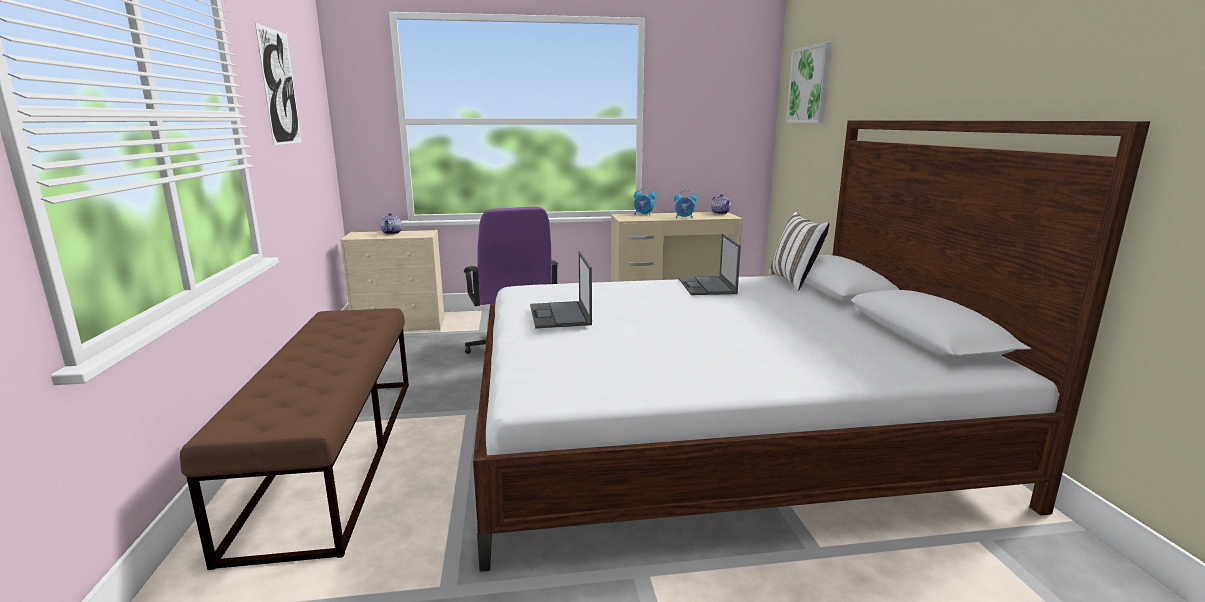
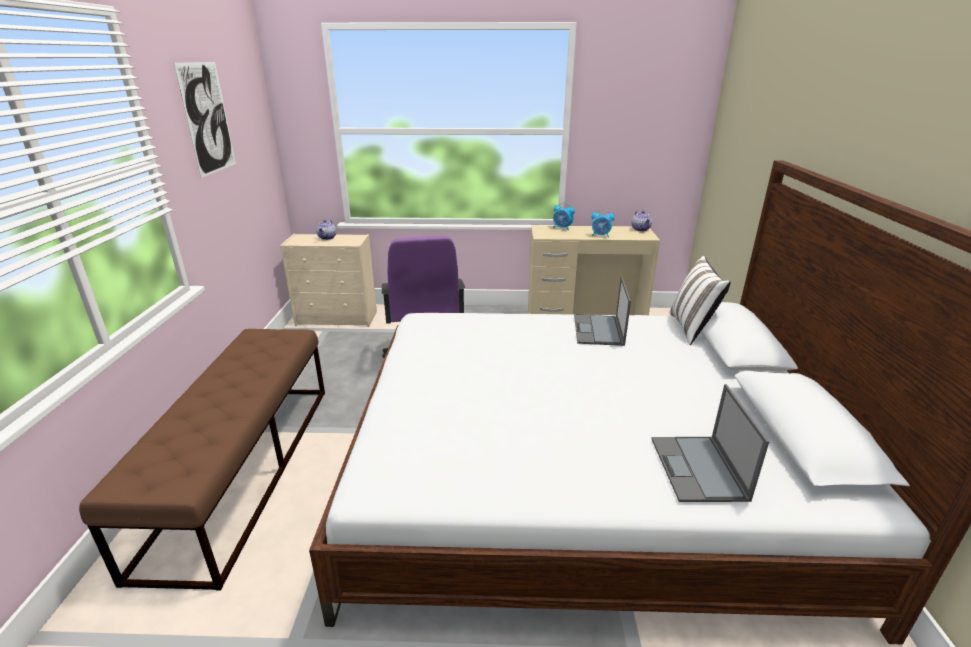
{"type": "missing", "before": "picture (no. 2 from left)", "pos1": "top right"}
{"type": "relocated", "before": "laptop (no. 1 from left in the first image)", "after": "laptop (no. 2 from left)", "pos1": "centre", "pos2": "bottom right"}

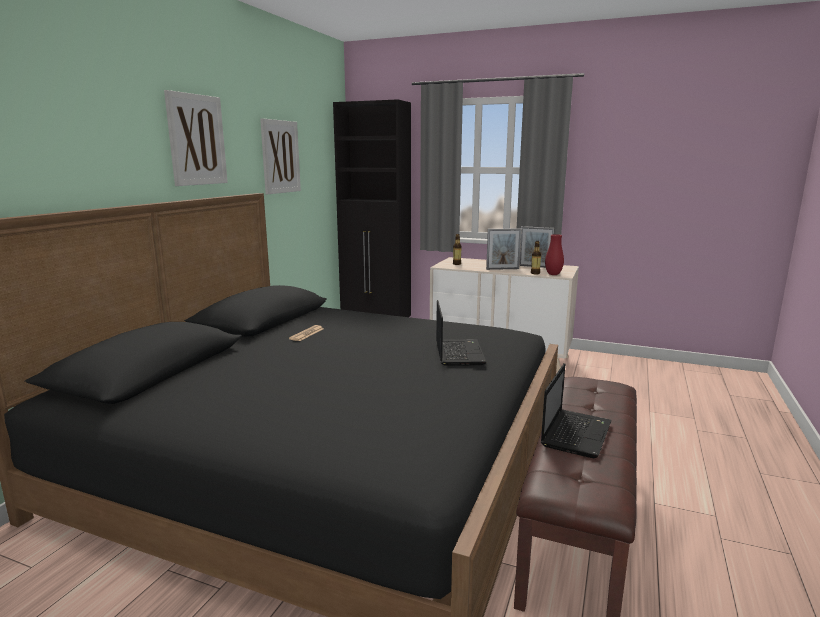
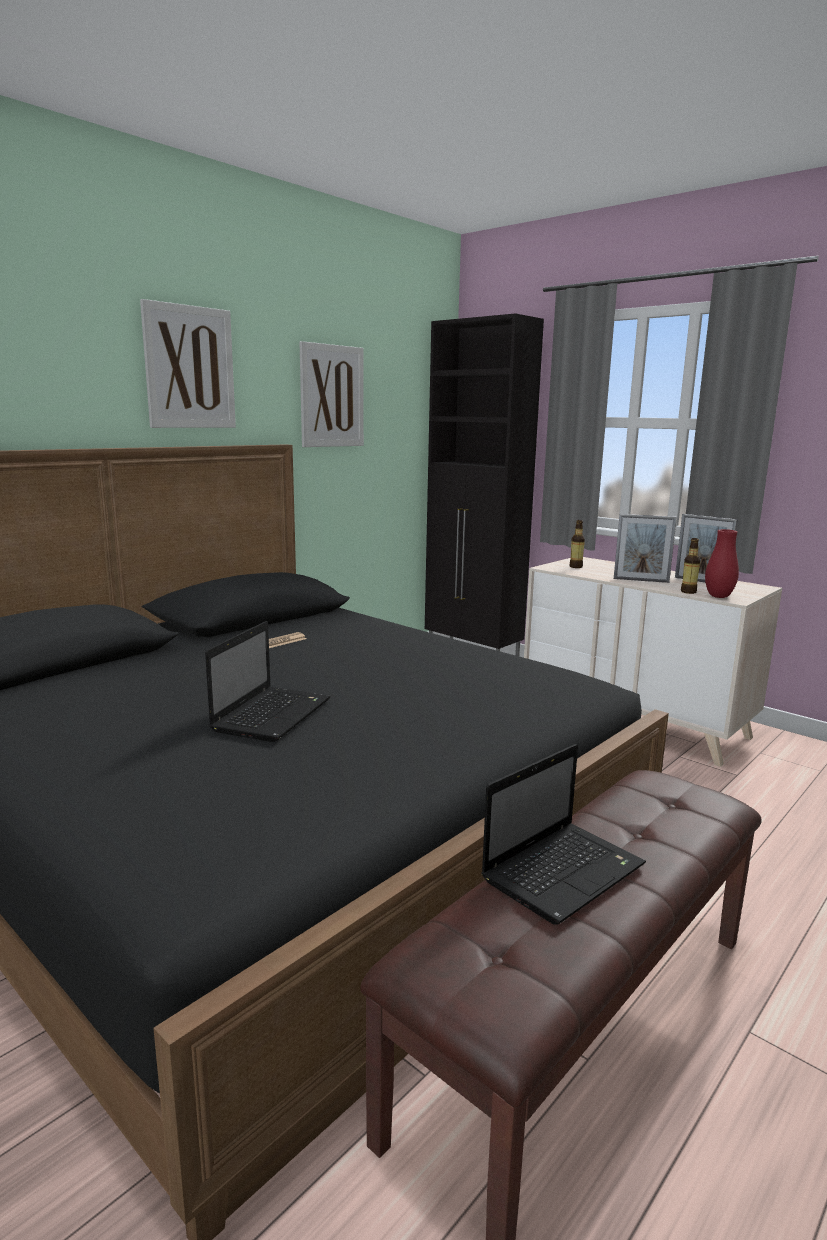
{"type": "relocated", "before": "laptop (no. 1 from left)", "pos1": "centre", "pos2": "middle left"}

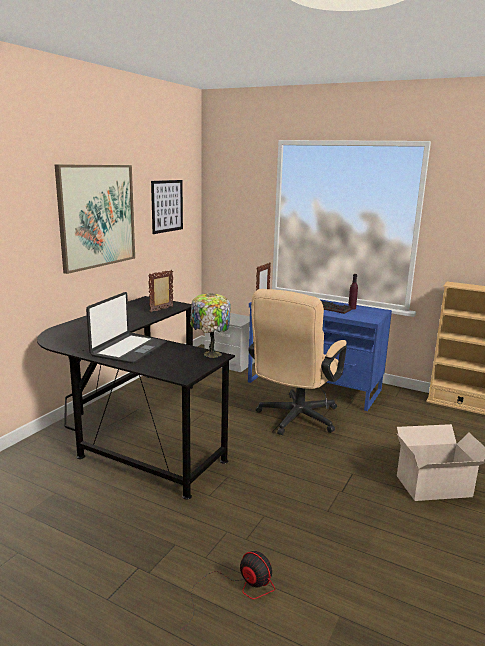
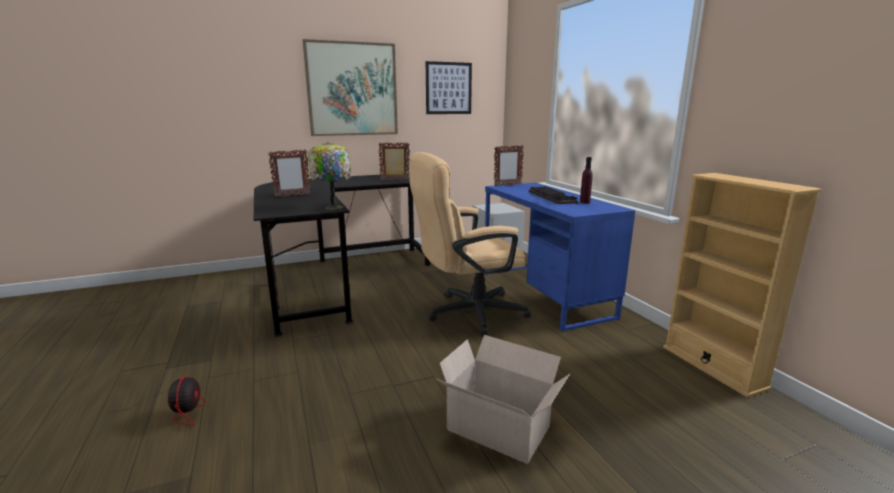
{"type": "exchanged", "before": "laptop", "after": "picture frame (no. 1 from left)", "pos1": "middle left", "pos2": "middle left"}

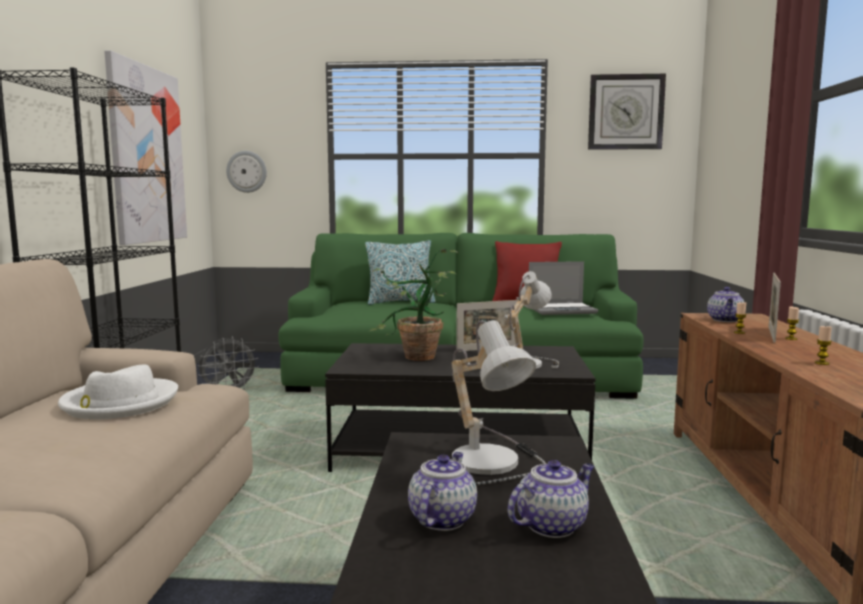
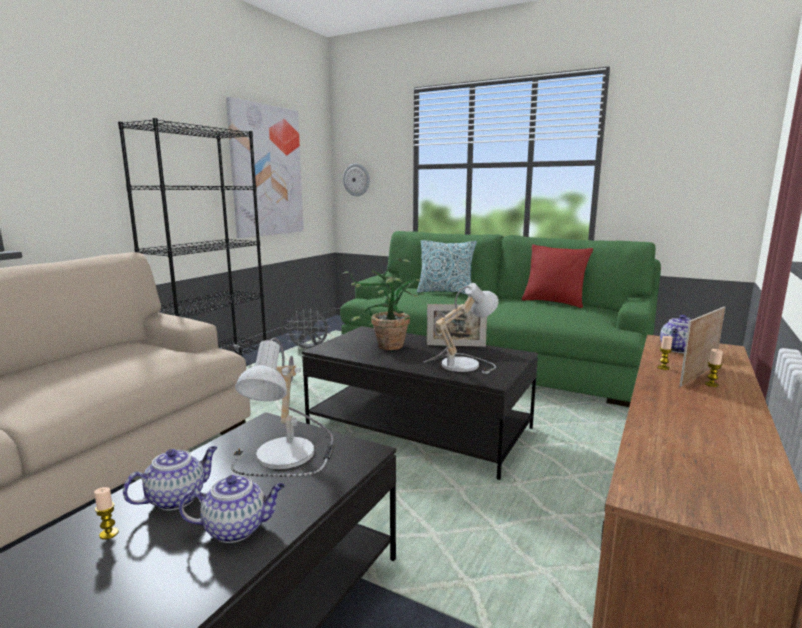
{"type": "missing", "before": "hat/white", "pos1": "middle left"}
{"type": "missing", "before": "laptop", "pos1": "centre"}
{"type": "missing", "before": "wall clock (no. 2 from left)", "pos1": "top right"}
{"type": "relocated", "before": "candle (no. 3 from left in the first image)", "after": "candle (no. 1 from left)", "pos1": "middle right", "pos2": "bottom left"}

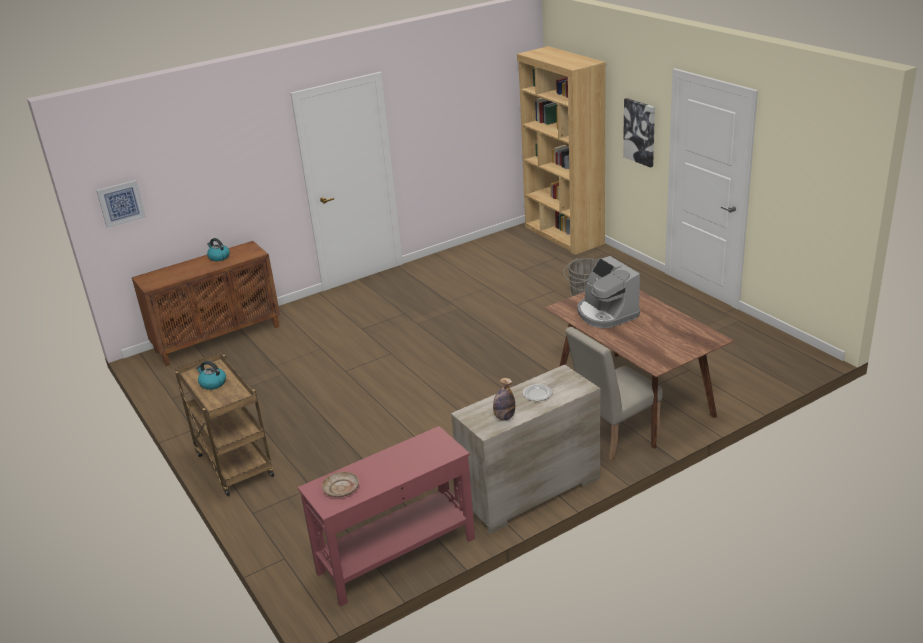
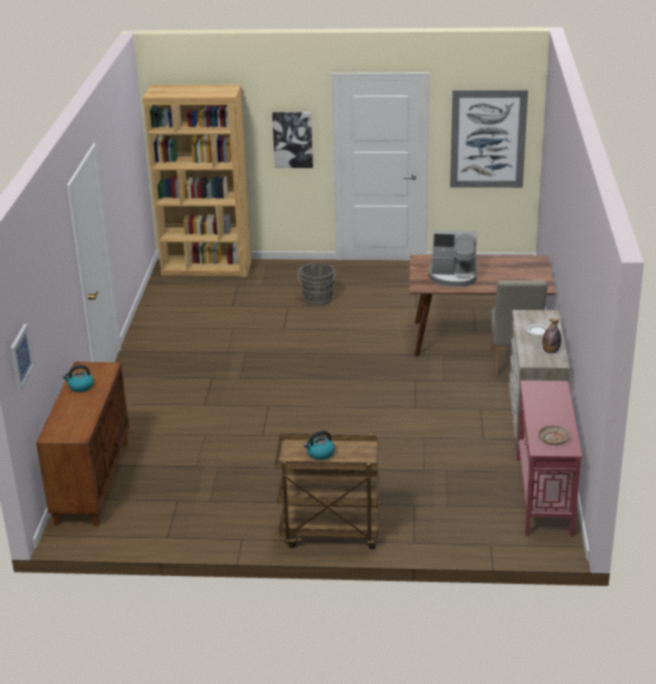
{"type": "appeared", "after": "picture (no. 3 from left)", "pos2": "top right"}

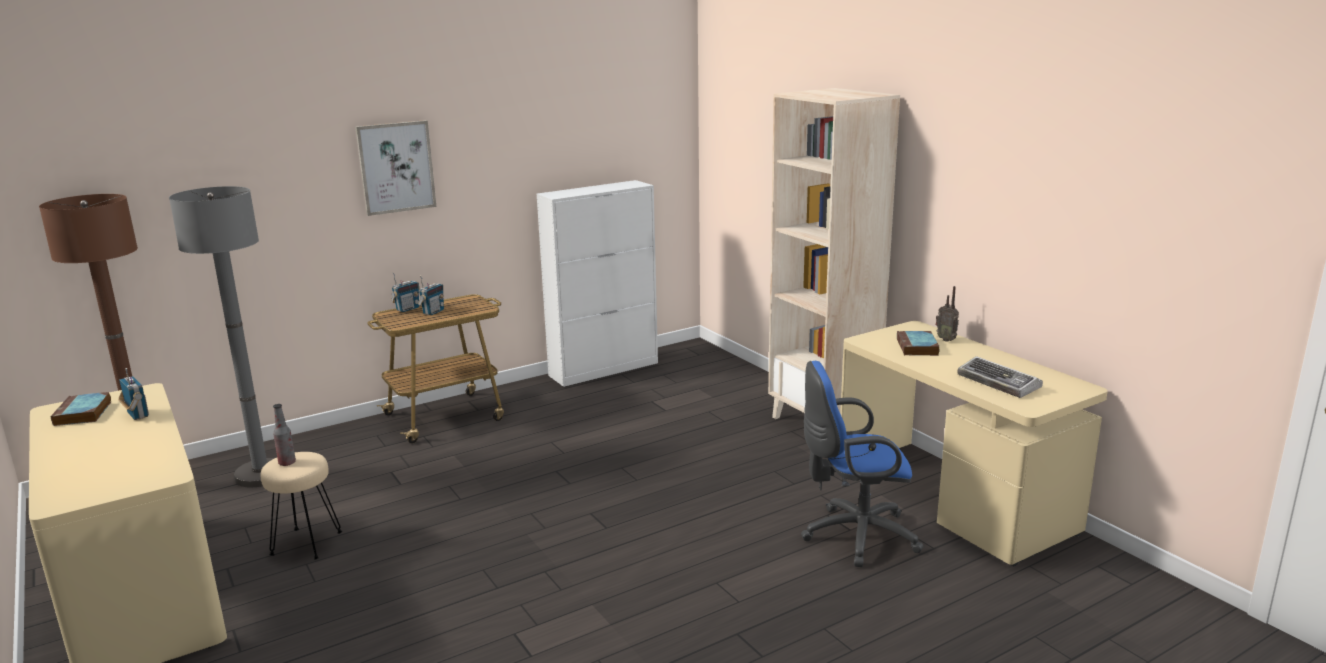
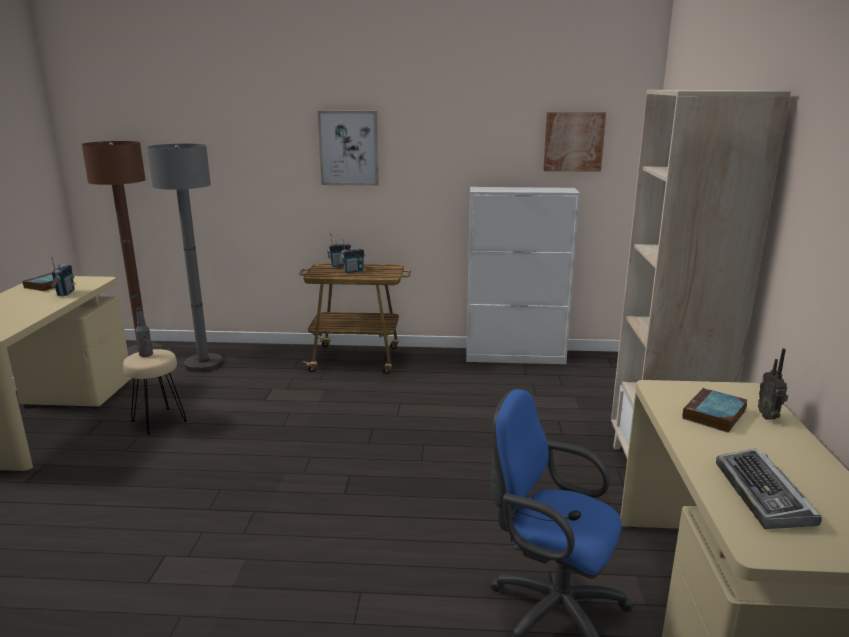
{"type": "appeared", "after": "picture (no. 2 from left)", "pos2": "top right"}

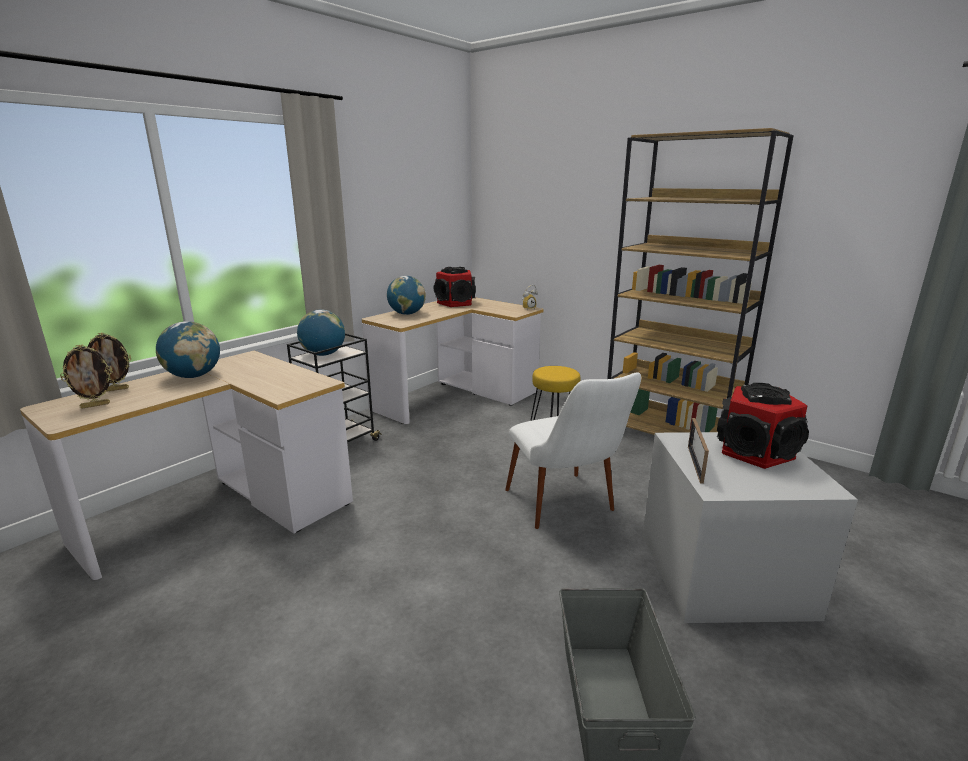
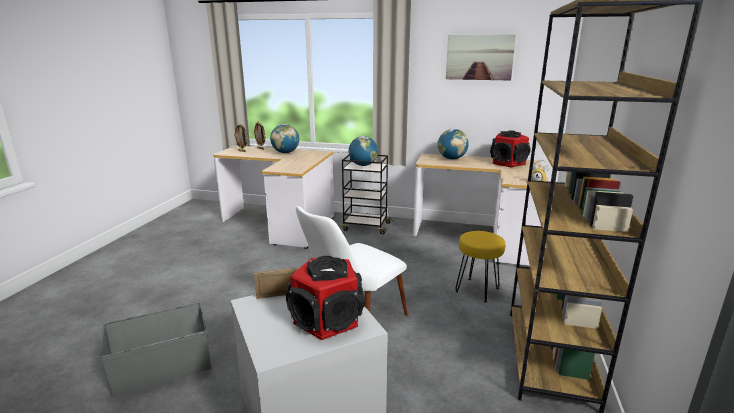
{"type": "appeared", "after": "picture", "pos2": "top centre"}

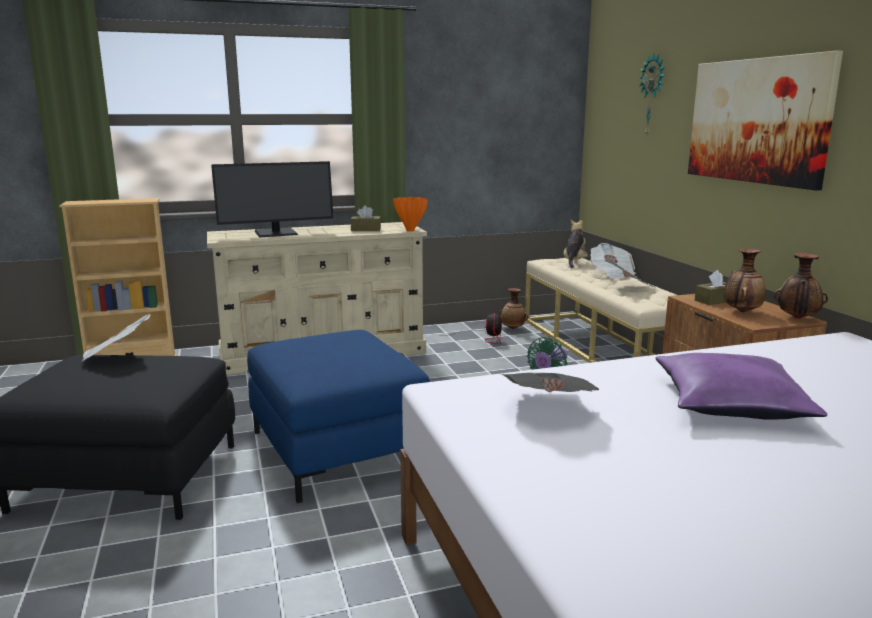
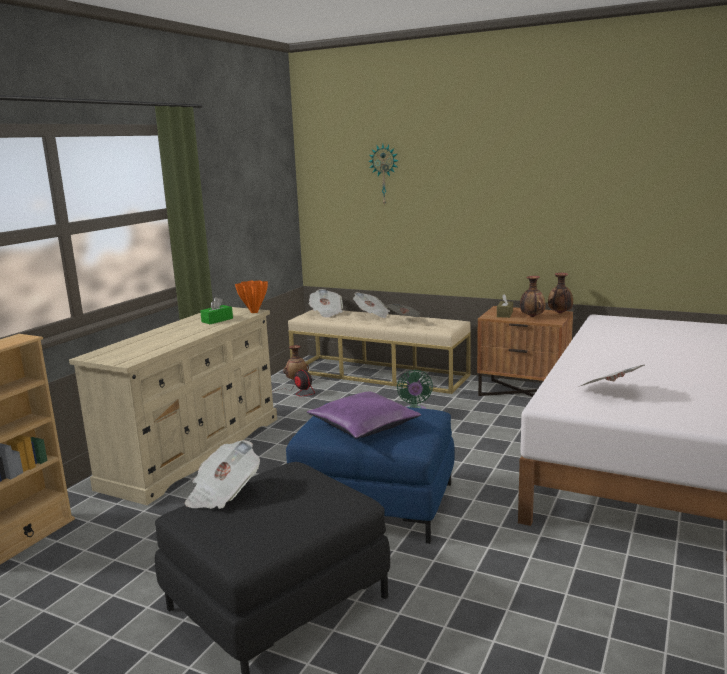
{"type": "missing", "before": "monitor", "pos1": "top left"}
{"type": "missing", "before": "picture", "pos1": "top right"}
{"type": "relocated", "before": "pillow/purple", "pos1": "middle right", "pos2": "centre"}
{"type": "exchanged", "before": "plush toy", "after": "newspaper (no. 2 from left)", "pos1": "centre", "pos2": "centre"}
{"type": "colour", "before": "tissue box/brown (no. 1 from left)", "after": "tissue box/green", "pos1": "centre", "pos2": "middle left"}

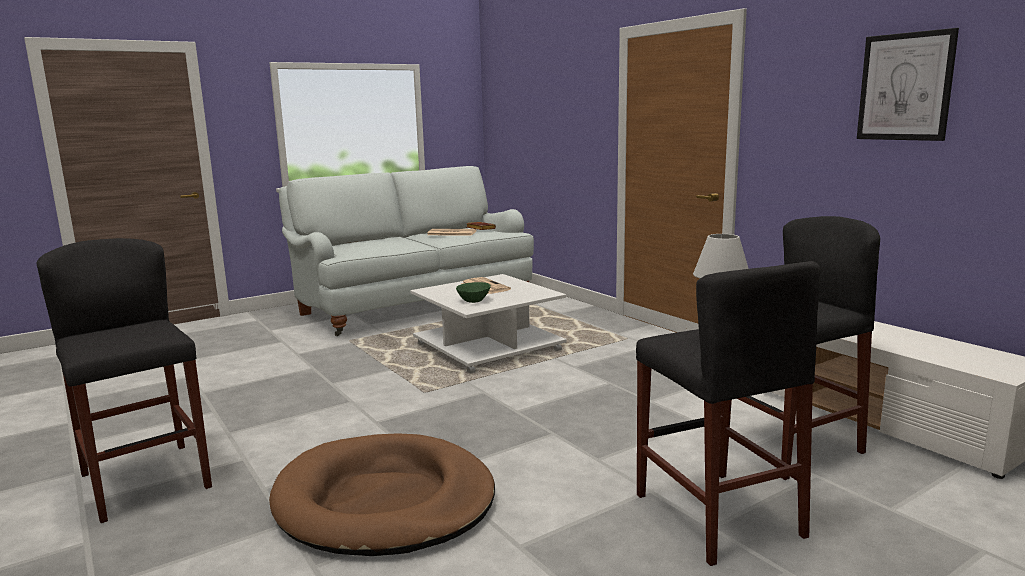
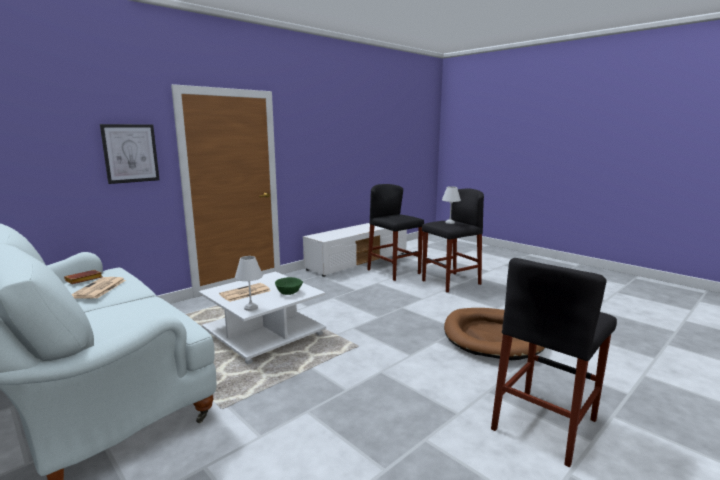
{"type": "appeared", "after": "table lamp/white (no. 1 from left)", "pos2": "centre"}
{"type": "relocated", "before": "picture", "pos1": "top right", "pos2": "top left"}

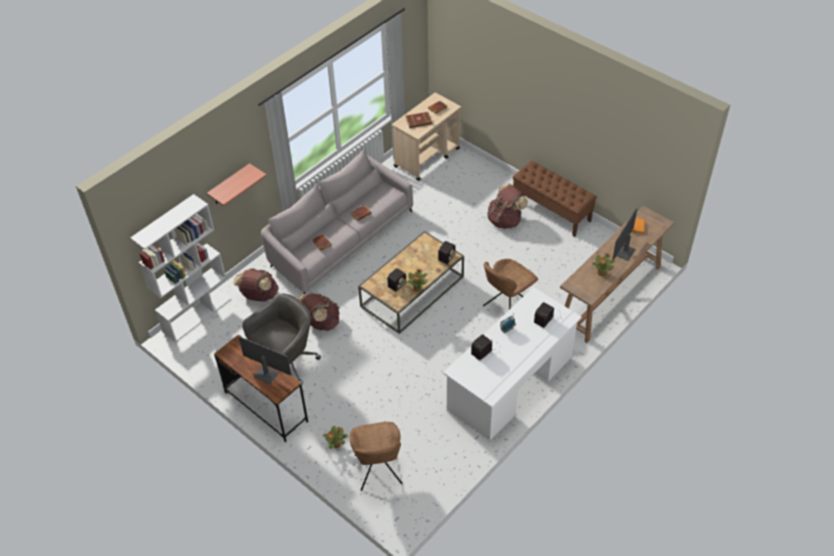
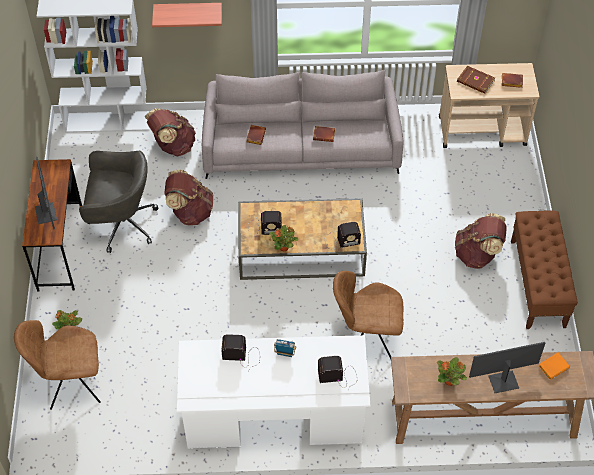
{"type": "spun", "before": "chair/brown (no. 1 from left)", "pos1": "bottom centre", "pos2": "bottom left", "turn": 45}

